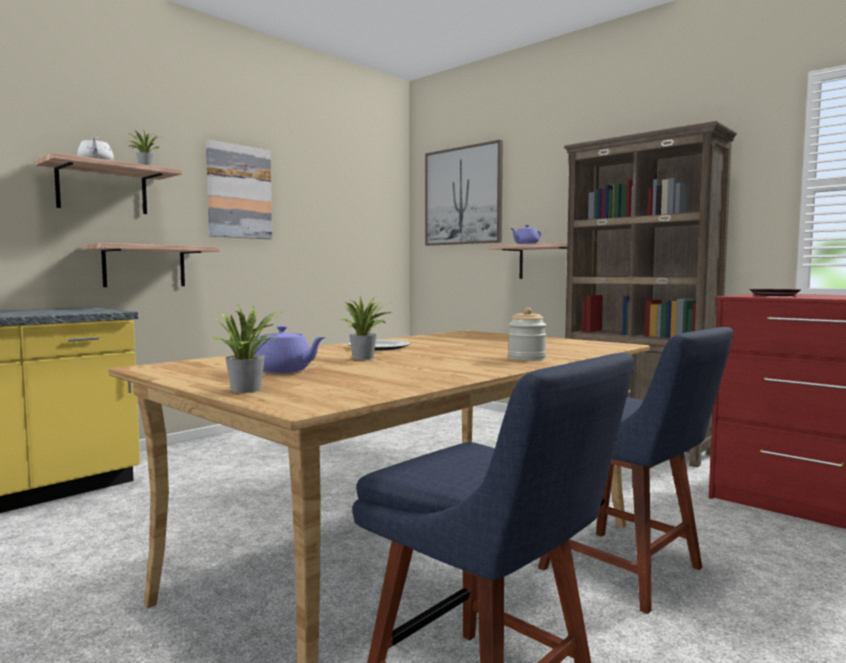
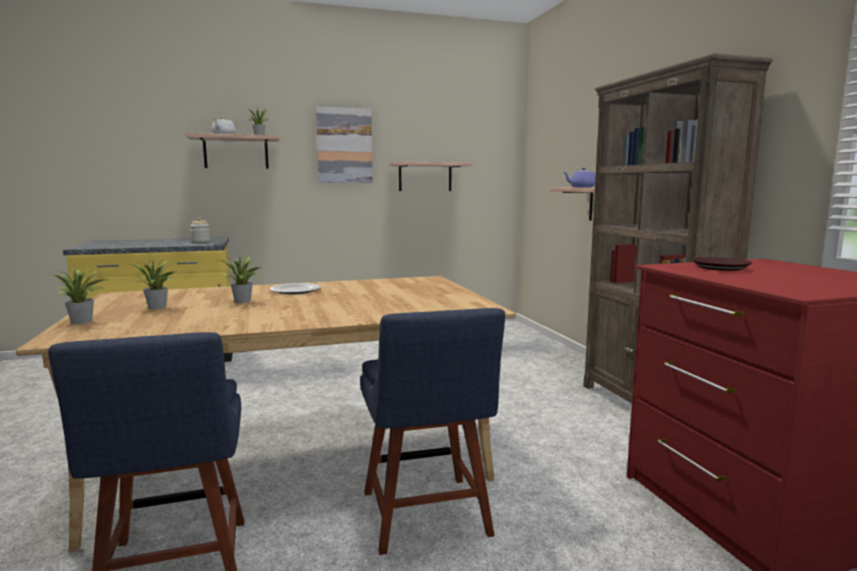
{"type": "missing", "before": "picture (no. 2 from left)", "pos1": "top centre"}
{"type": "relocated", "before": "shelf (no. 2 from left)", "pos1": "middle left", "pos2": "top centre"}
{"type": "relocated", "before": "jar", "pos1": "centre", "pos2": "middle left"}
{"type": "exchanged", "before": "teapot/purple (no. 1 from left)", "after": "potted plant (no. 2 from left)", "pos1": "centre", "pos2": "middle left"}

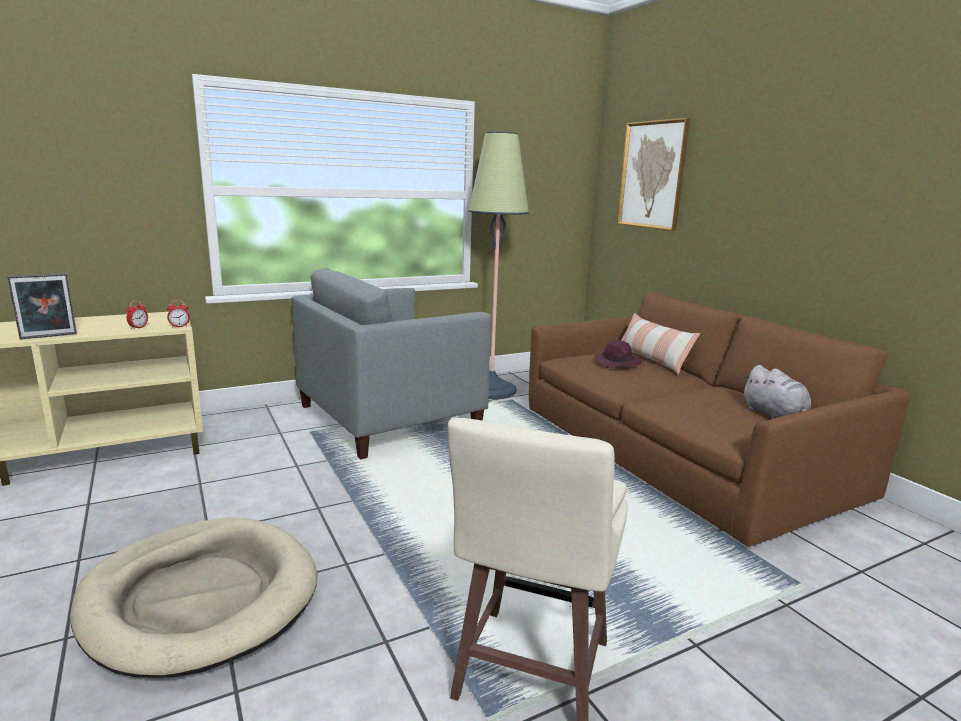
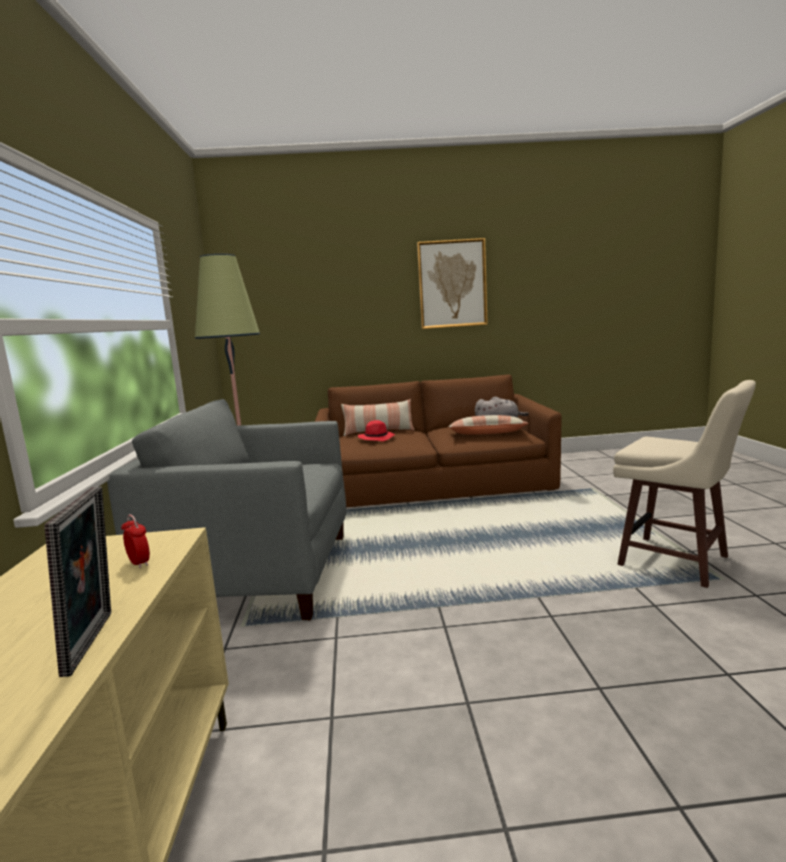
{"type": "missing", "before": "dog bed/beige", "pos1": "bottom left"}
{"type": "missing", "before": "alarm clock (no. 2 from left)", "pos1": "middle left"}
{"type": "appeared", "after": "pillow (no. 2 from left)", "pos2": "centre"}
{"type": "relocated", "before": "picture", "pos1": "top right", "pos2": "top centre"}
{"type": "colour", "before": "hat/purple", "after": "hat/red", "pos1": "centre", "pos2": "centre"}
{"type": "spun", "before": "armchair/grey", "pos1": "centre", "pos2": "middle left", "turn": 105}

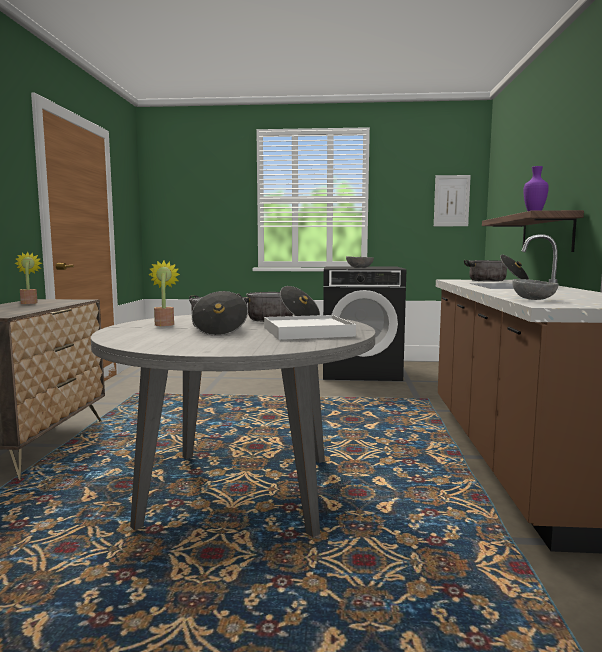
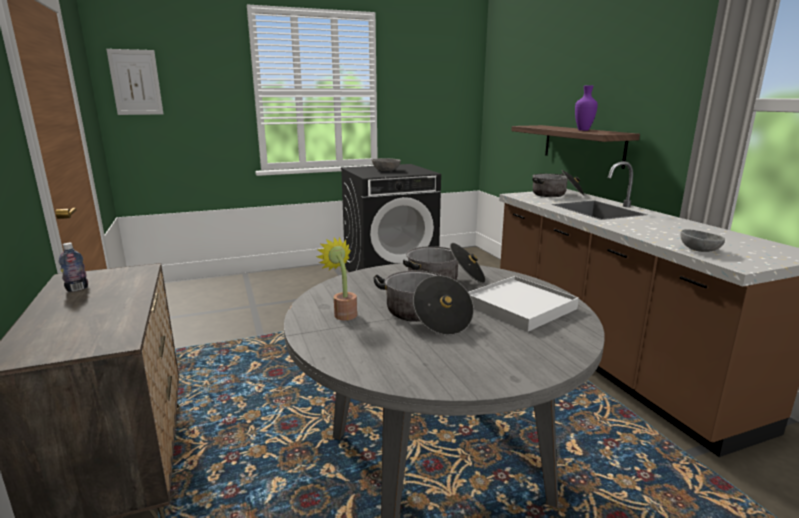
{"type": "relocated", "before": "picture", "pos1": "top right", "pos2": "top left"}
{"type": "exchanged", "before": "potted plant (no. 1 from left)", "after": "bottle", "pos1": "middle left", "pos2": "middle left"}

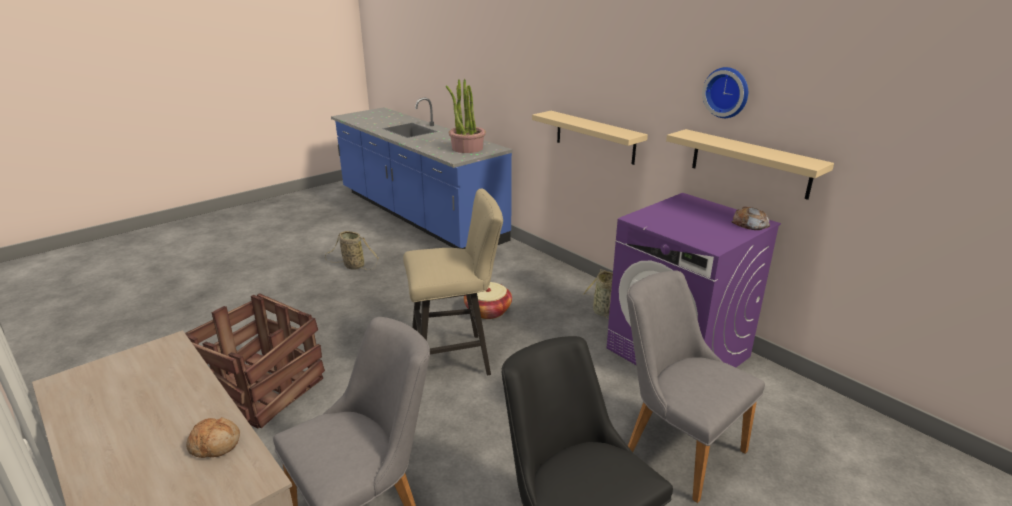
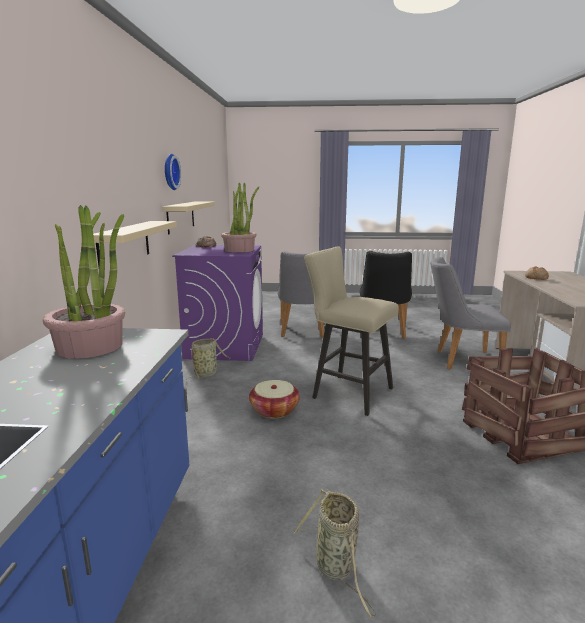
{"type": "appeared", "after": "potted plant (no. 2 from left)", "pos2": "centre"}

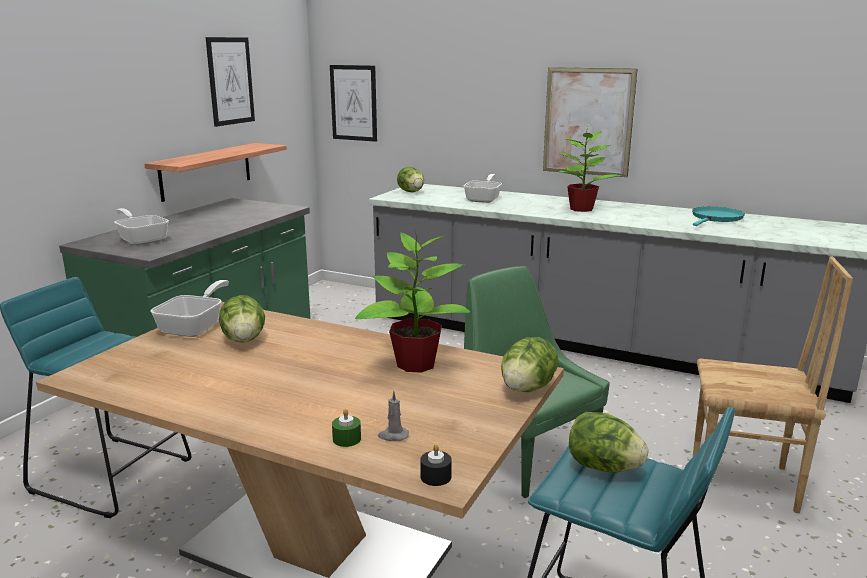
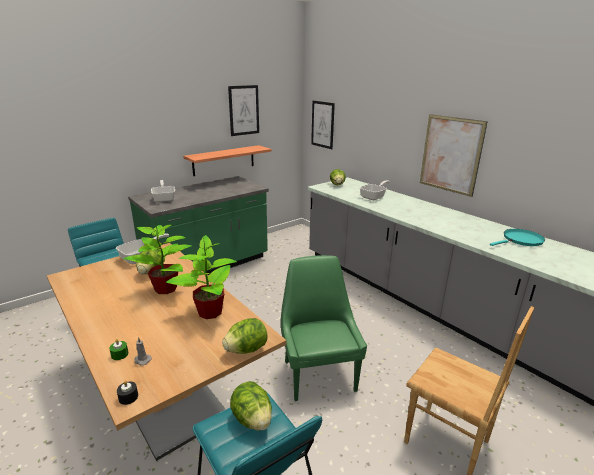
{"type": "relocated", "before": "potted plant (no. 2 from left in the first image)", "after": "potted plant (no. 1 from left)", "pos1": "top right", "pos2": "middle left"}

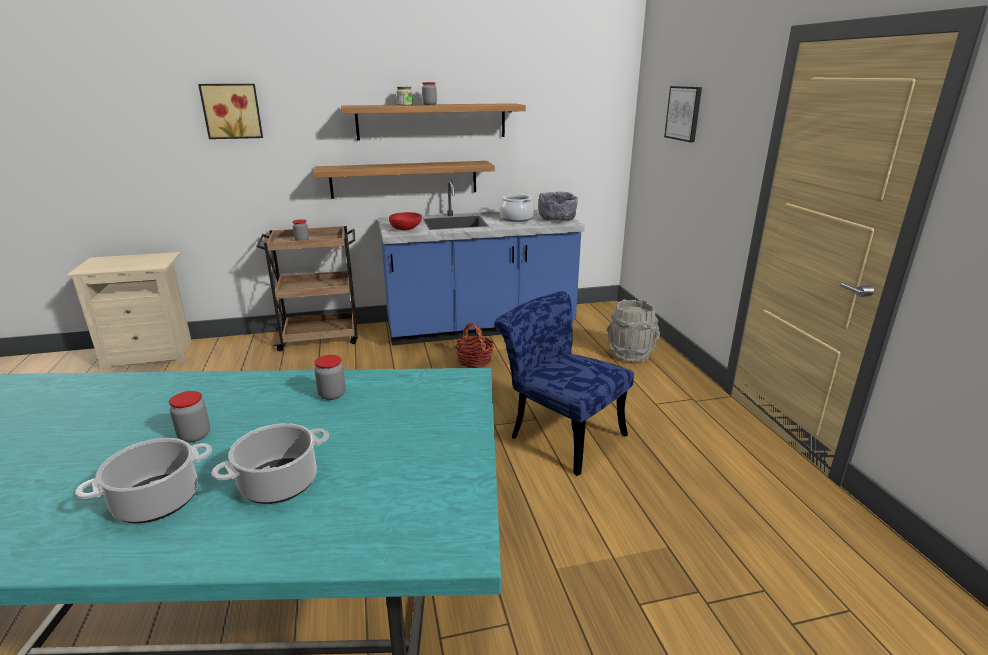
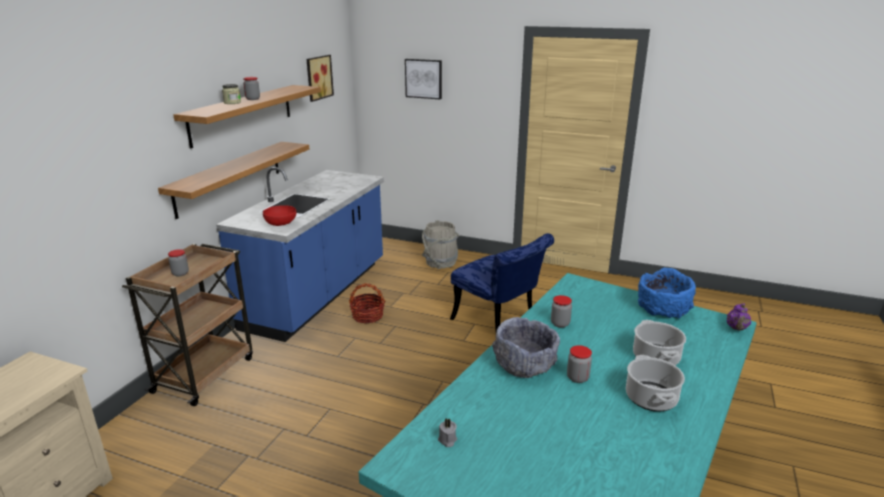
{"type": "missing", "before": "cooking pot (no. 3 from left)", "pos1": "top centre"}
{"type": "appeared", "after": "candle/grey", "pos2": "bottom centre"}
{"type": "appeared", "after": "bowl/blue", "pos2": "middle right"}
{"type": "appeared", "after": "teapot/purple", "pos2": "middle right"}
{"type": "relocated", "before": "picture (no. 1 from left)", "pos1": "top left", "pos2": "top centre"}
{"type": "relocated", "before": "bowl/grey", "pos1": "top centre", "pos2": "bottom centre"}
{"type": "spun", "before": "chair/blue", "pos1": "centre", "pos2": "centre", "turn": -120}

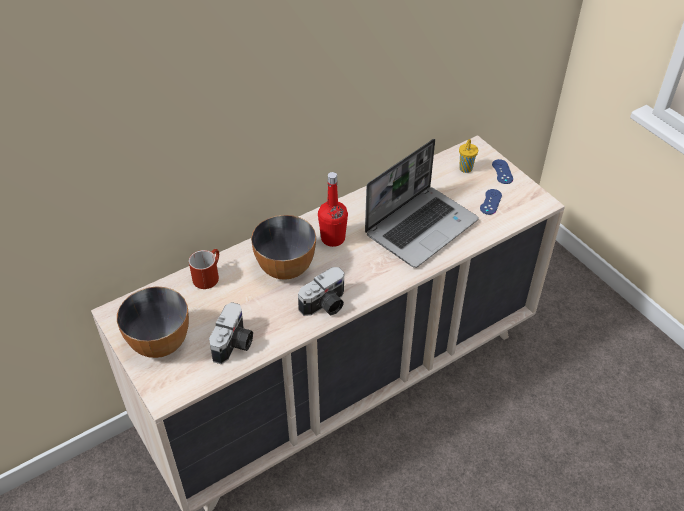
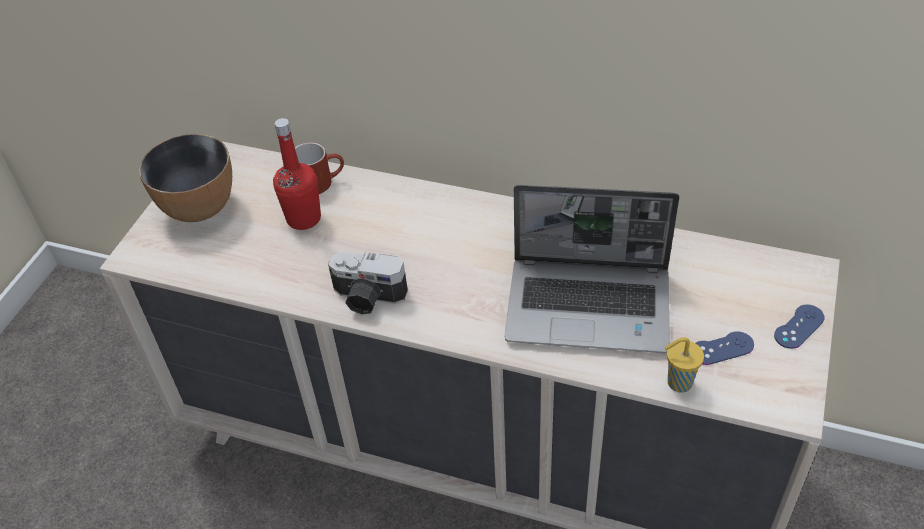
{"type": "missing", "before": "photo camera (no. 1 from left)", "pos1": "centre"}
{"type": "missing", "before": "bowl (no. 2 from left)", "pos1": "centre"}
{"type": "relocated", "before": "bottle/red", "pos1": "centre", "pos2": "top left"}
{"type": "relocated", "before": "cup/yellow", "pos1": "top right", "pos2": "bottom right"}

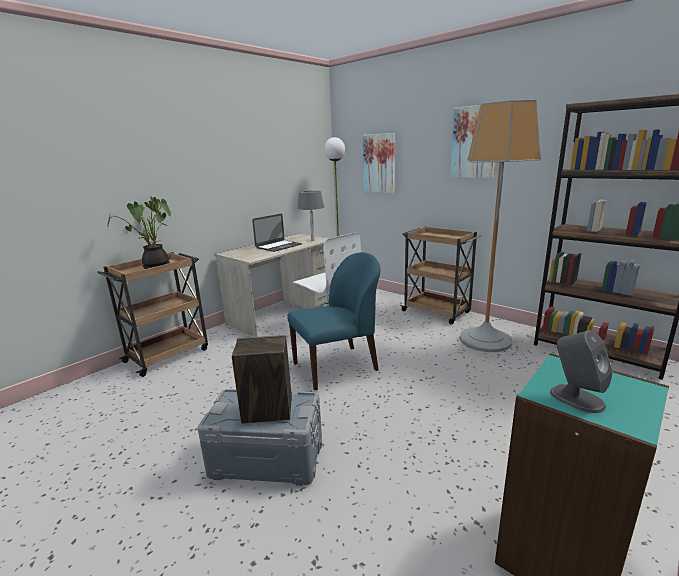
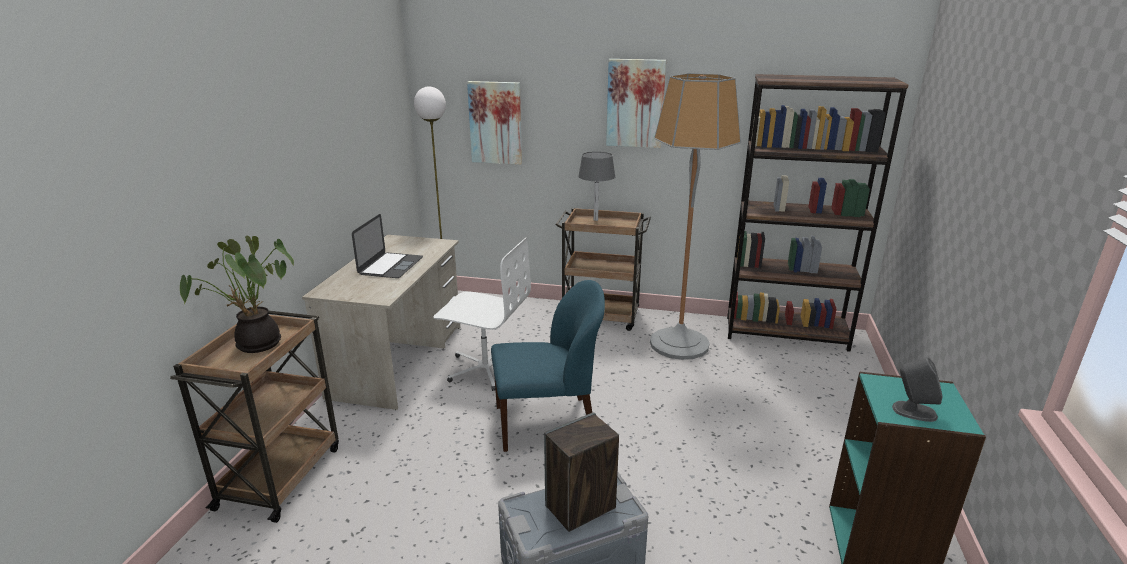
{"type": "relocated", "before": "table lamp/grey", "pos1": "centre", "pos2": "top centre"}
{"type": "spun", "before": "chair/blue", "pos1": "centre", "pos2": "centre", "turn": 45}

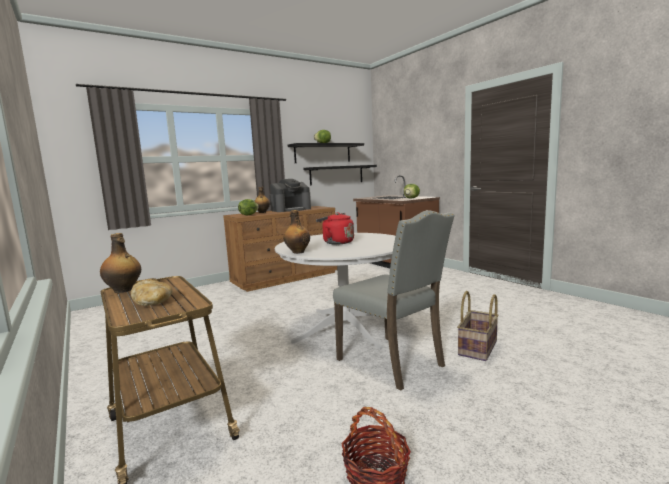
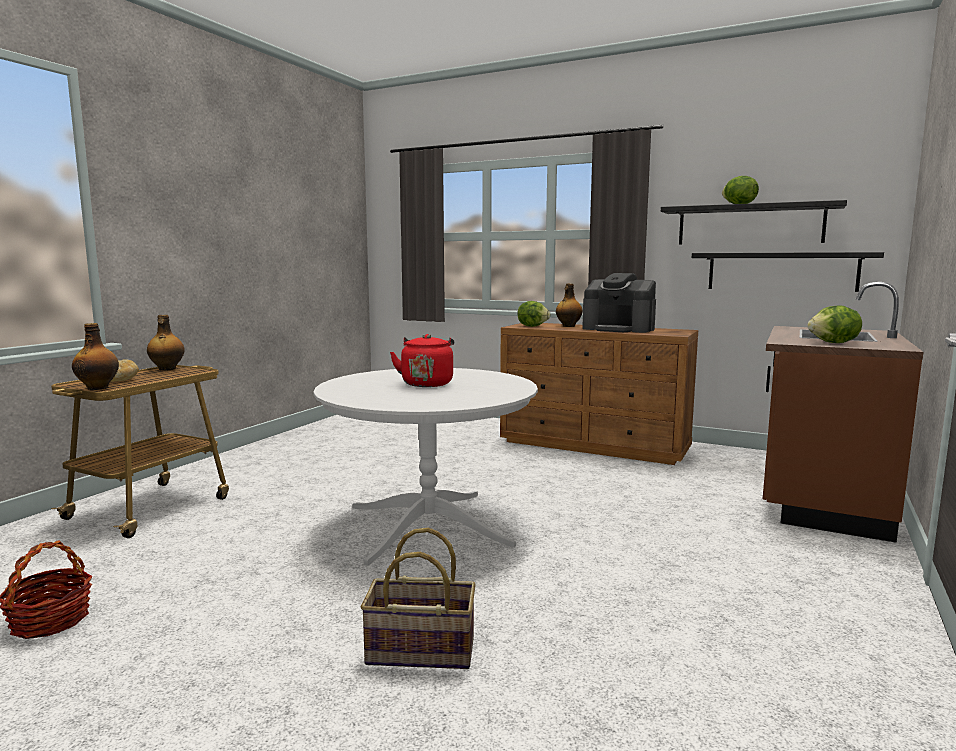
{"type": "missing", "before": "chair/grey", "pos1": "centre"}
{"type": "relocated", "before": "bottle (no. 3 from left in the first image)", "after": "bottle (no. 1 from left)", "pos1": "centre", "pos2": "middle left"}

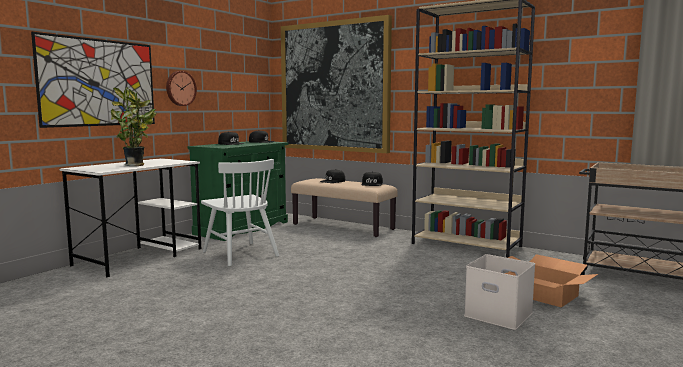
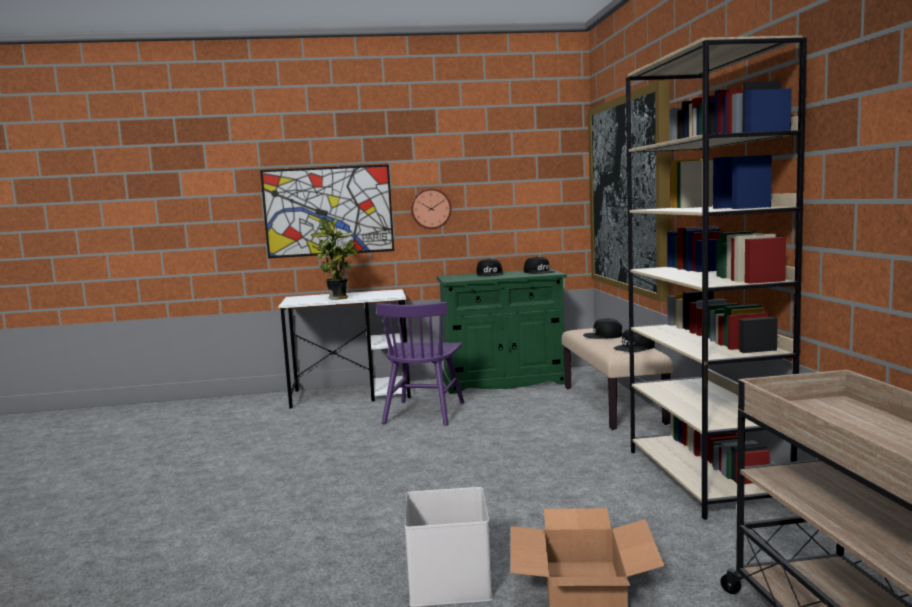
{"type": "colour", "before": "chair/white", "after": "chair/purple", "pos1": "centre", "pos2": "centre"}

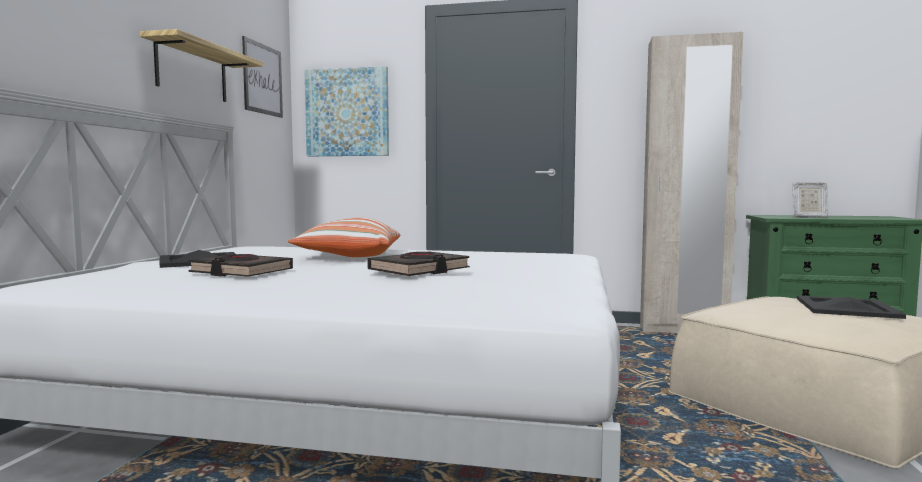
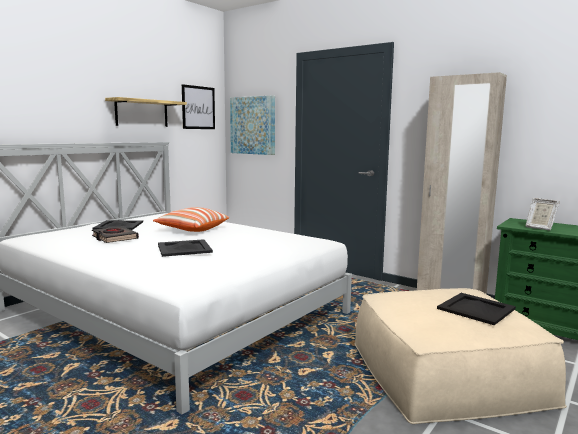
{"type": "exchanged", "before": "book/black (no. 2 from left)", "after": "tray/black (no. 2 from left)", "pos1": "centre", "pos2": "middle left"}

